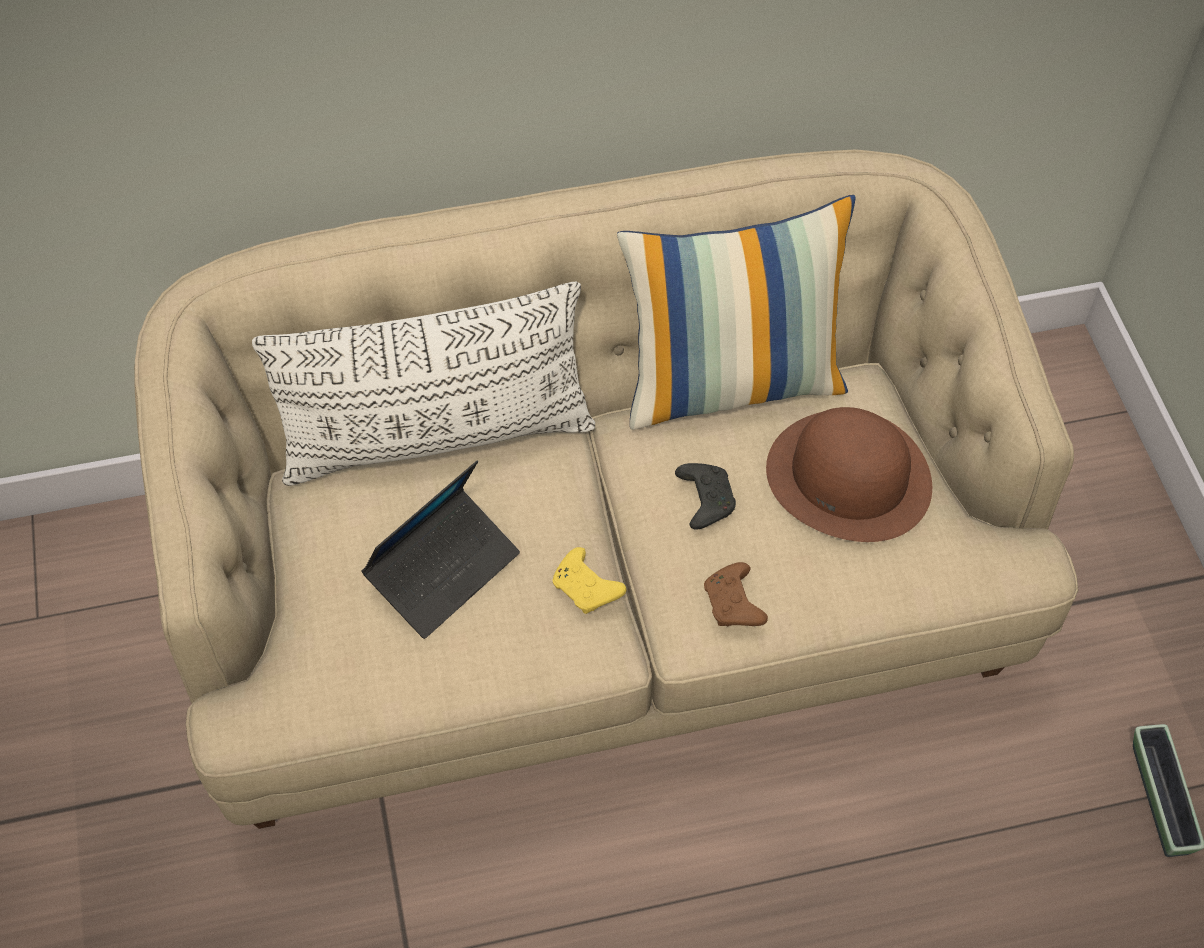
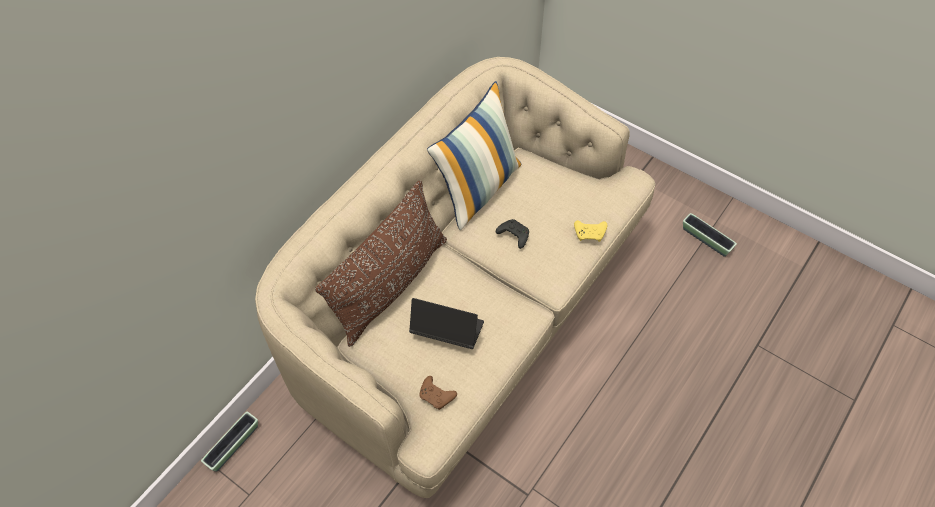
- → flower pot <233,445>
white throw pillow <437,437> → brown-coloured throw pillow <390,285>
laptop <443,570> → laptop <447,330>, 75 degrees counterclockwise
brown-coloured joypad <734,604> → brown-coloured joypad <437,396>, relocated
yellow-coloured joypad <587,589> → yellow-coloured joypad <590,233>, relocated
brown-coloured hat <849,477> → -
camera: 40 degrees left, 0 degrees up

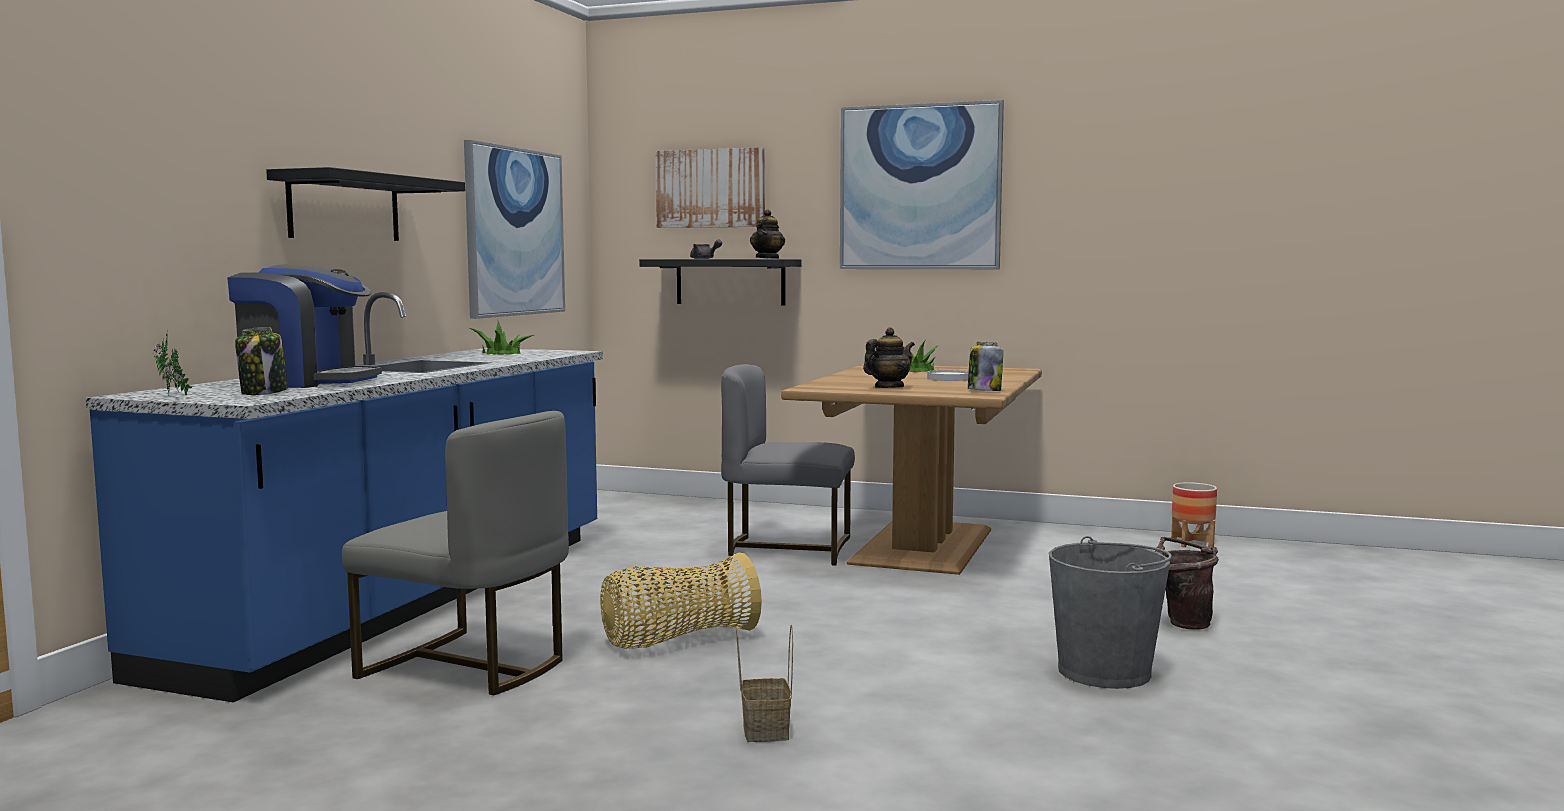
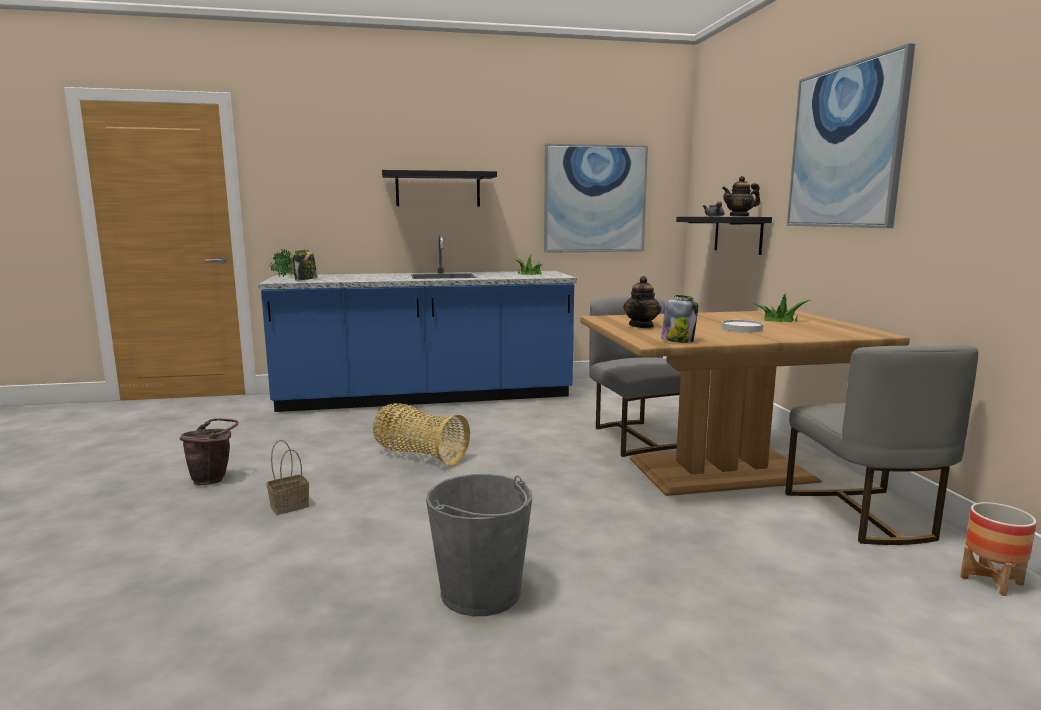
brown-coloured pail <1183,623> → brown-coloured pail <213,479>, relocated
tea pot <888,388> → tea pot <641,326>, 90 degrees clockwise
gray upright chair <468,666> → gray upright chair <864,515>, relocated
coffee brewer <306,382> → -
picture <711,188> → -
camera: 60 degrees right, 5 degrees up

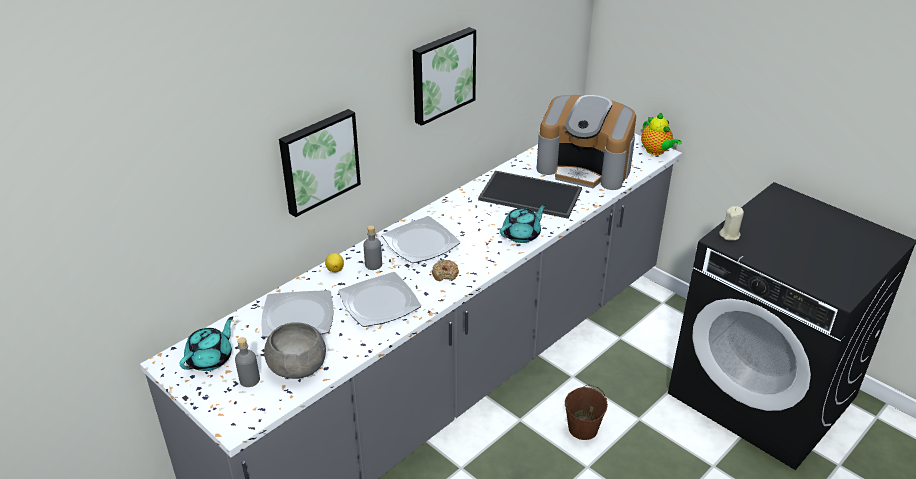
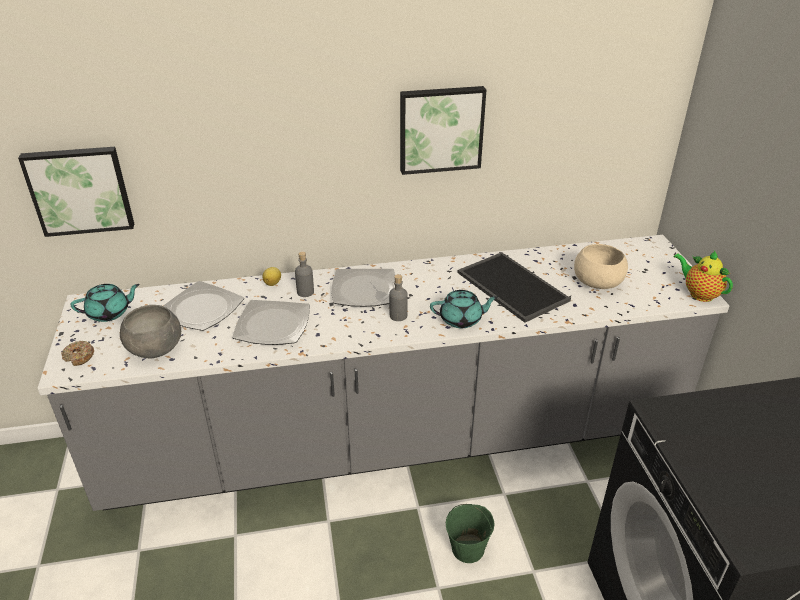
picture <318,161> → picture <80,190>, relocated
doughnut <445,274> → doughnut <79,357>, relocated
gray drink bottle <249,380> → gray drink bottle <398,316>, relocated
brown-coloured pail <582,428> → green-coloured pail <468,548>
coffee brewer <585,168> → sand-coloured bowl <598,282>
tea pot <656,151> → tea pot <698,294>, 135 degrees clockwise
sand-coloured candle <729,235> → -
camera: 35 degrees right, 0 degrees up

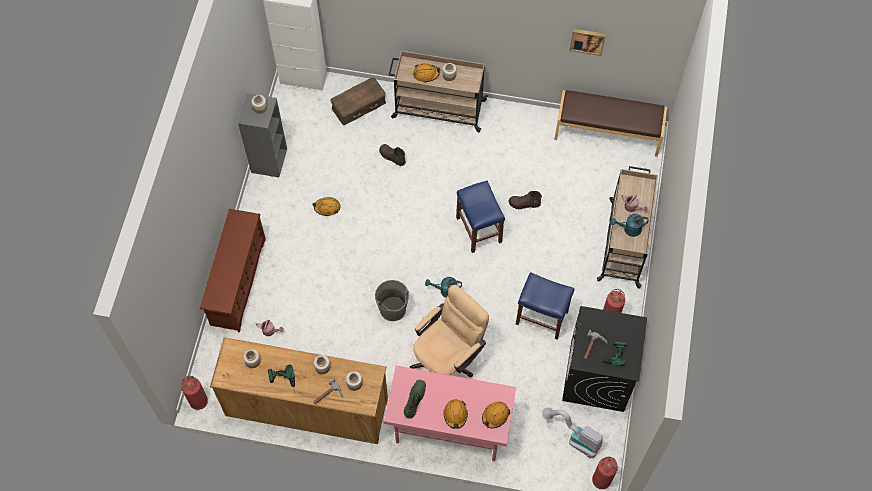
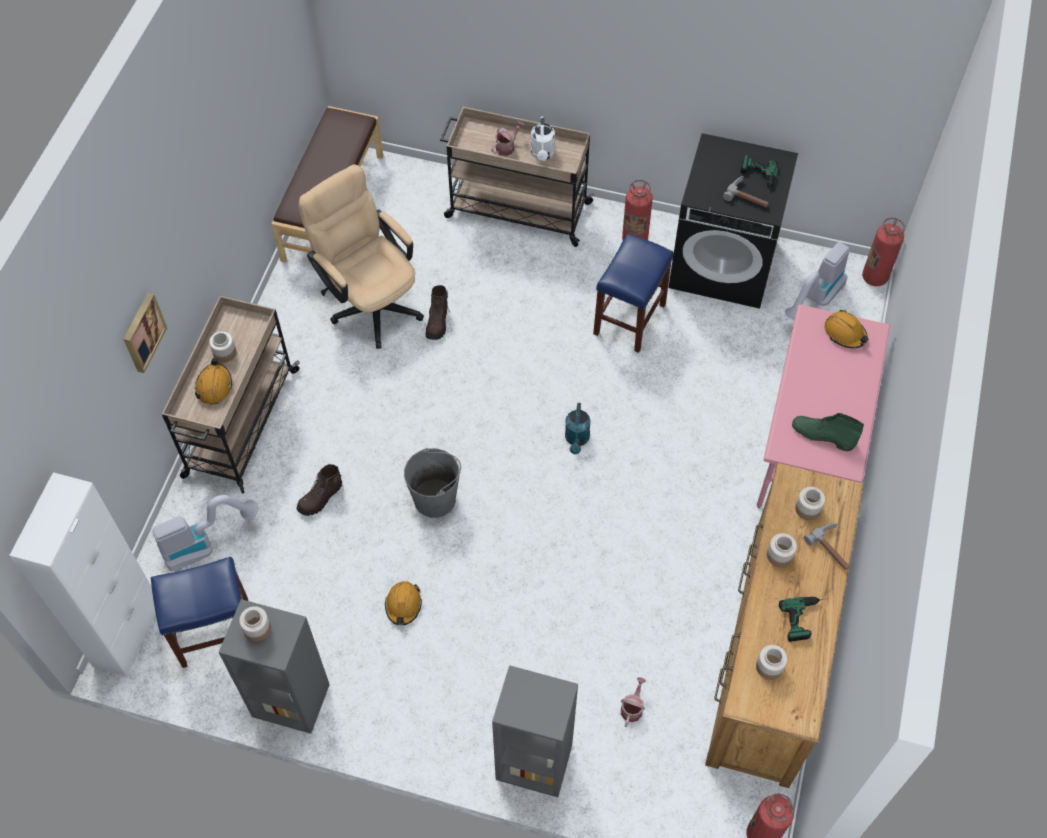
picture <587,40> → picture <142,332>, relocated
bluish sitting stool <479,230> → bluish sitting stool <216,631>, relocated
brown-coloured storage bin <358,105> → vacuum <205,544>
sand-coloured computer chair <448,358> → sand-coloured computer chair <370,302>, relocated
gray pail <393,309> → gray pail <435,499>, relocated
brown-coloured shoe rack <237,281> → gray bookshelf <533,763>
blue-green watering can <629,229> → white watering can <543,155>
orangey hard hat <455,414> → -
camera: 85 degrees left, 5 degrees down

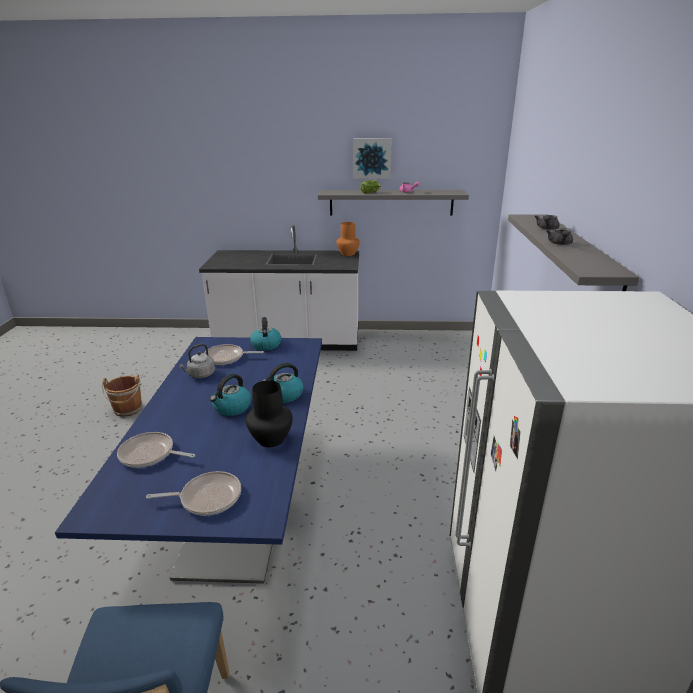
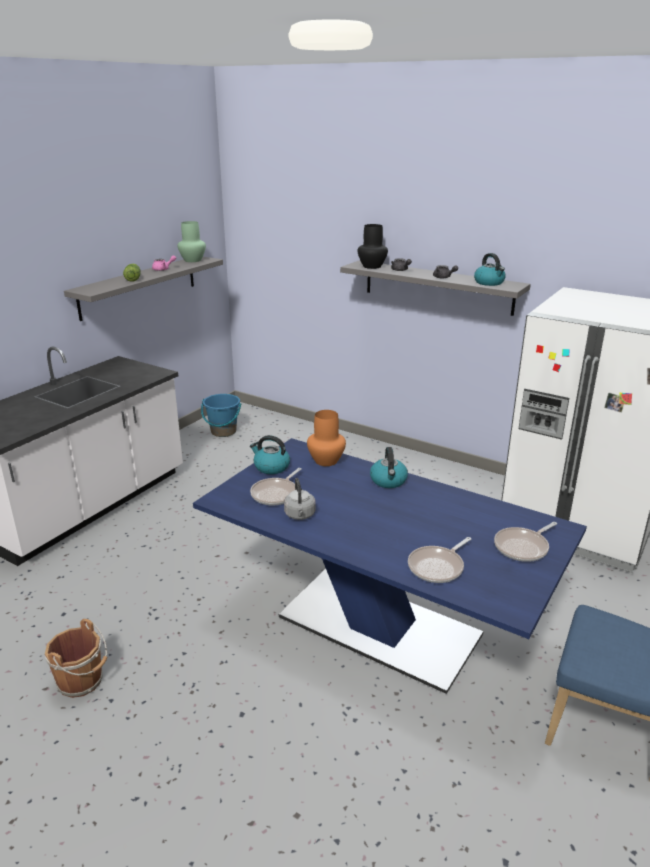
- → green-coloured flower vase <192,260>
- → bluish pail <223,432>
orangey flower vase <347,254> → orangey flower vase <325,461>, relocated
black flower vase <271,439> → black flower vase <372,266>, relocated
kettle <232,408> → kettle <489,283>, relocated
frying pan <207,498> → frying pan <523,547>, 150 degrees counterclockwise
picture <372,158> → -
camera: 60 degrees left, 0 degrees up

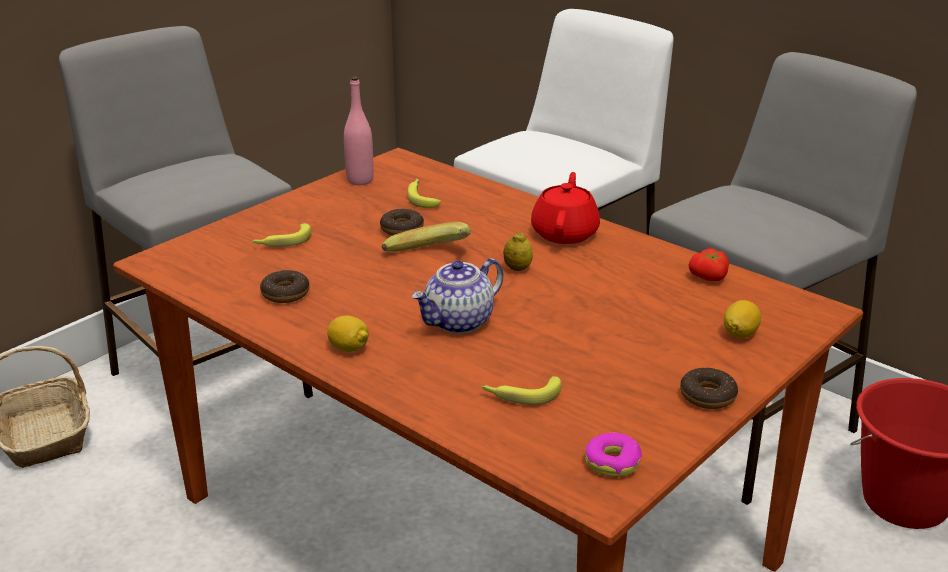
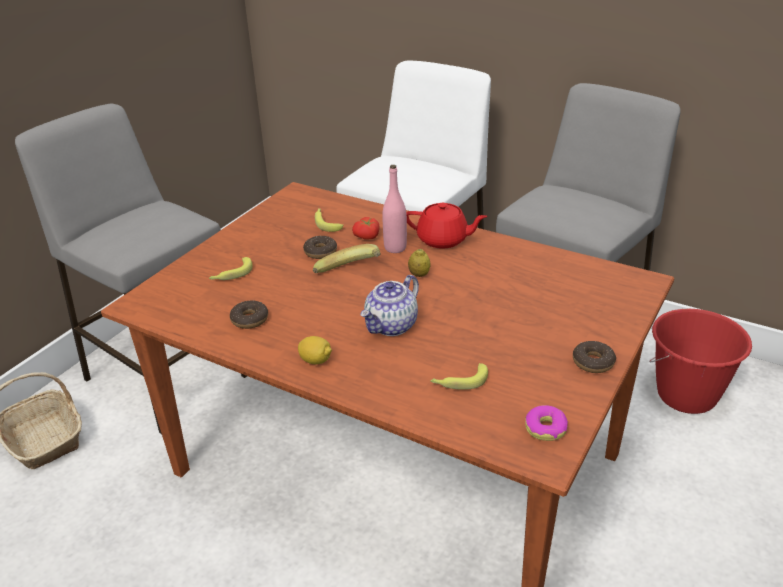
whole tomato <709,277> → whole tomato <367,237>, relocated
pink-coloured drink bottle <360,180> → pink-coloured drink bottle <395,248>, relocated
reddish tea pot <565,233> → reddish tea pot <443,240>, 105 degrees clockwise
citrus fruit <740,333> → -
camera: 10 degrees left, 5 degrees up

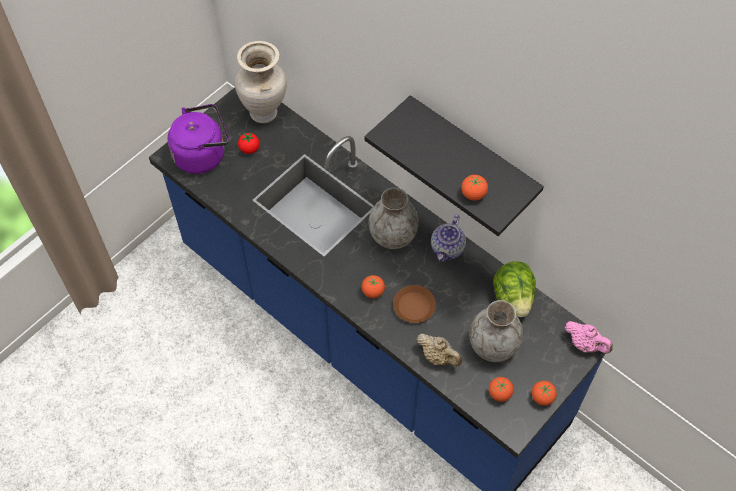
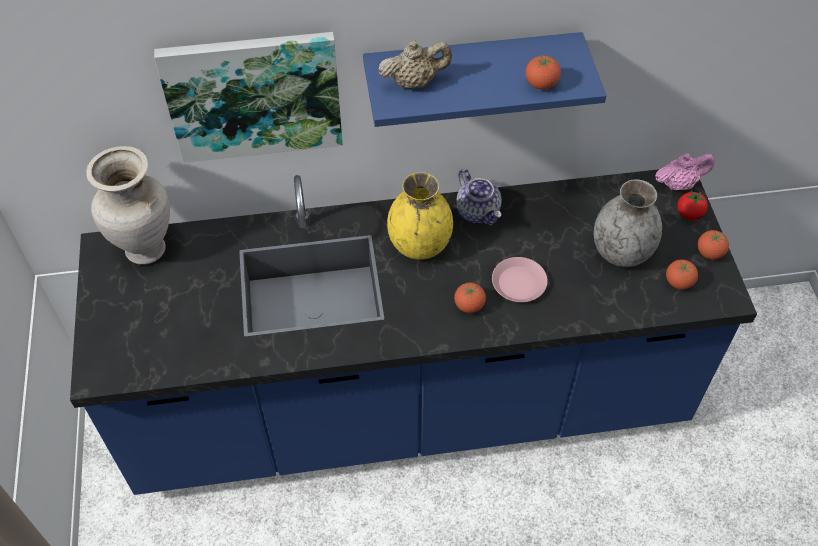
- → picture <254,95>
black bracket shelf <472,157> → bluish bracket shelf <471,72>
sand-coloured tea pot <438,357> → sand-coloured tea pot <414,82>, relocated
gray flower vase <393,236> → yellow-coloured flower vase <420,245>
brown-coloured flat dish <414,306> → pink-coloured flat dish <519,283>
whole tomato <249,149> → whole tomato <689,214>, relocated
purple kettle <203,154> → -
lettuce <512,298> → -
camera: 50 degrees left, 5 degrees down

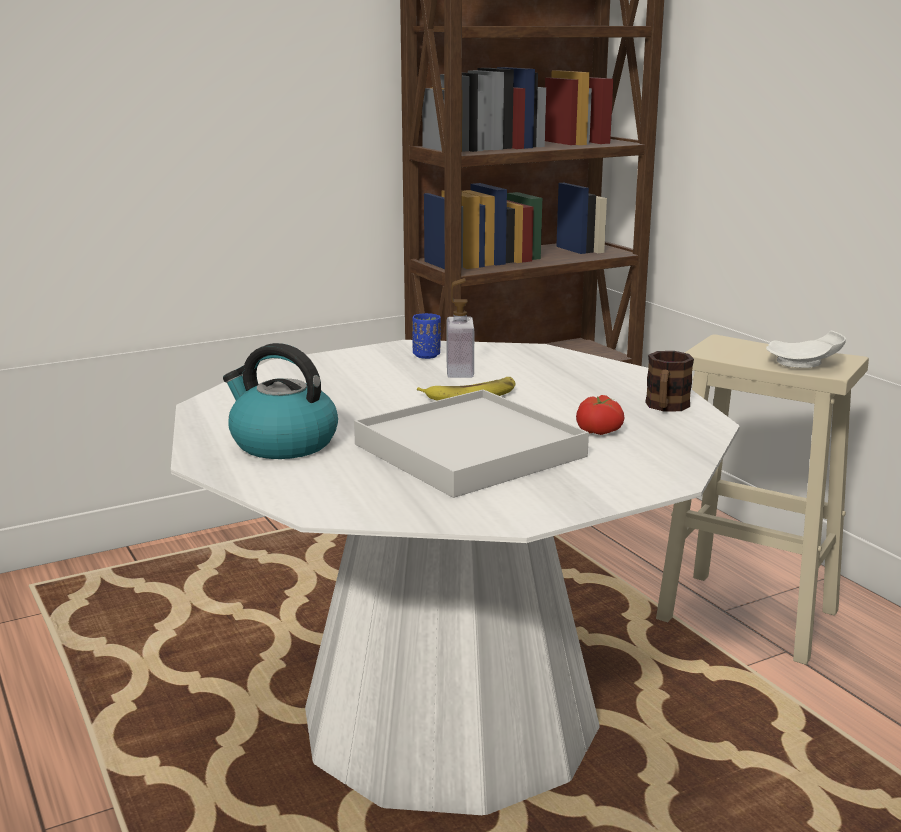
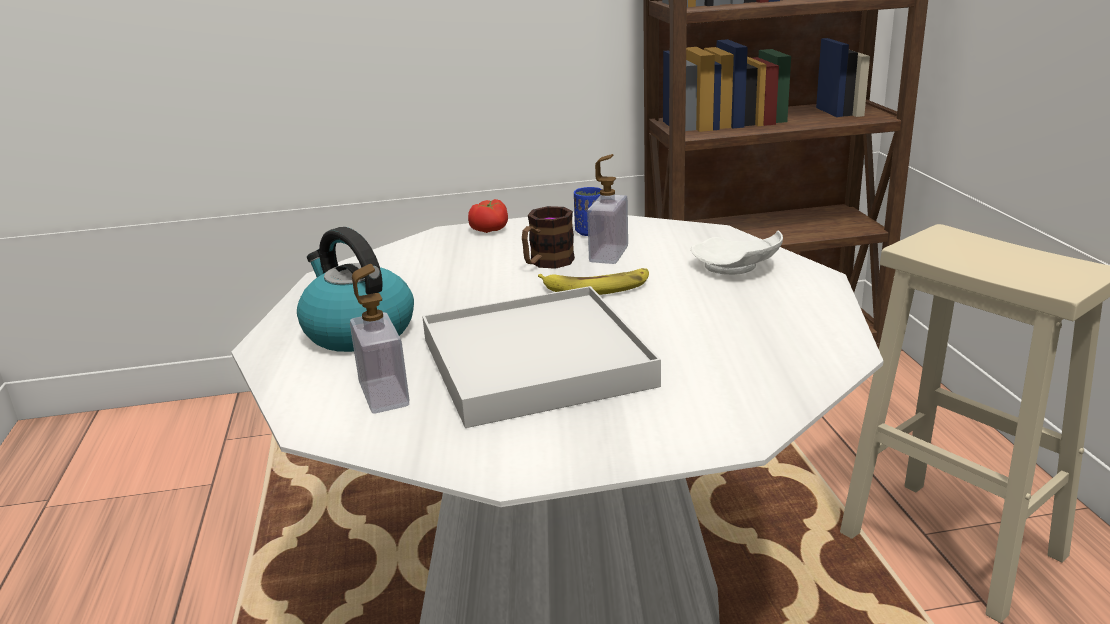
- → liquid soap bottle <384,394>
whole tomato <600,431> → whole tomato <490,229>, relocated
mug <666,407> → mug <546,263>, relocated
white flat dish <805,363> → white flat dish <736,268>, relocated
camera: 20 degrees right, 5 degrees up

